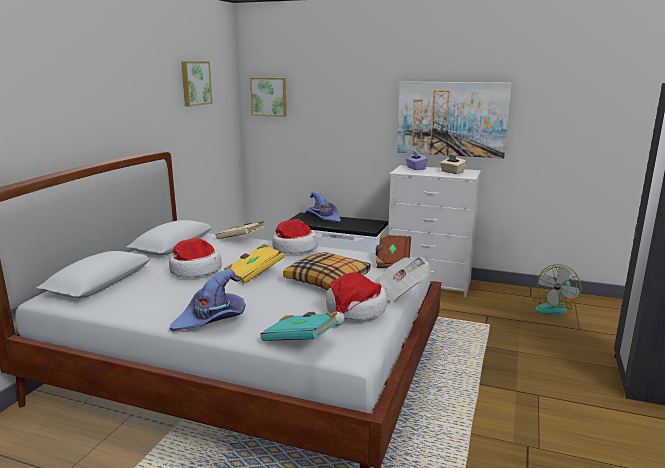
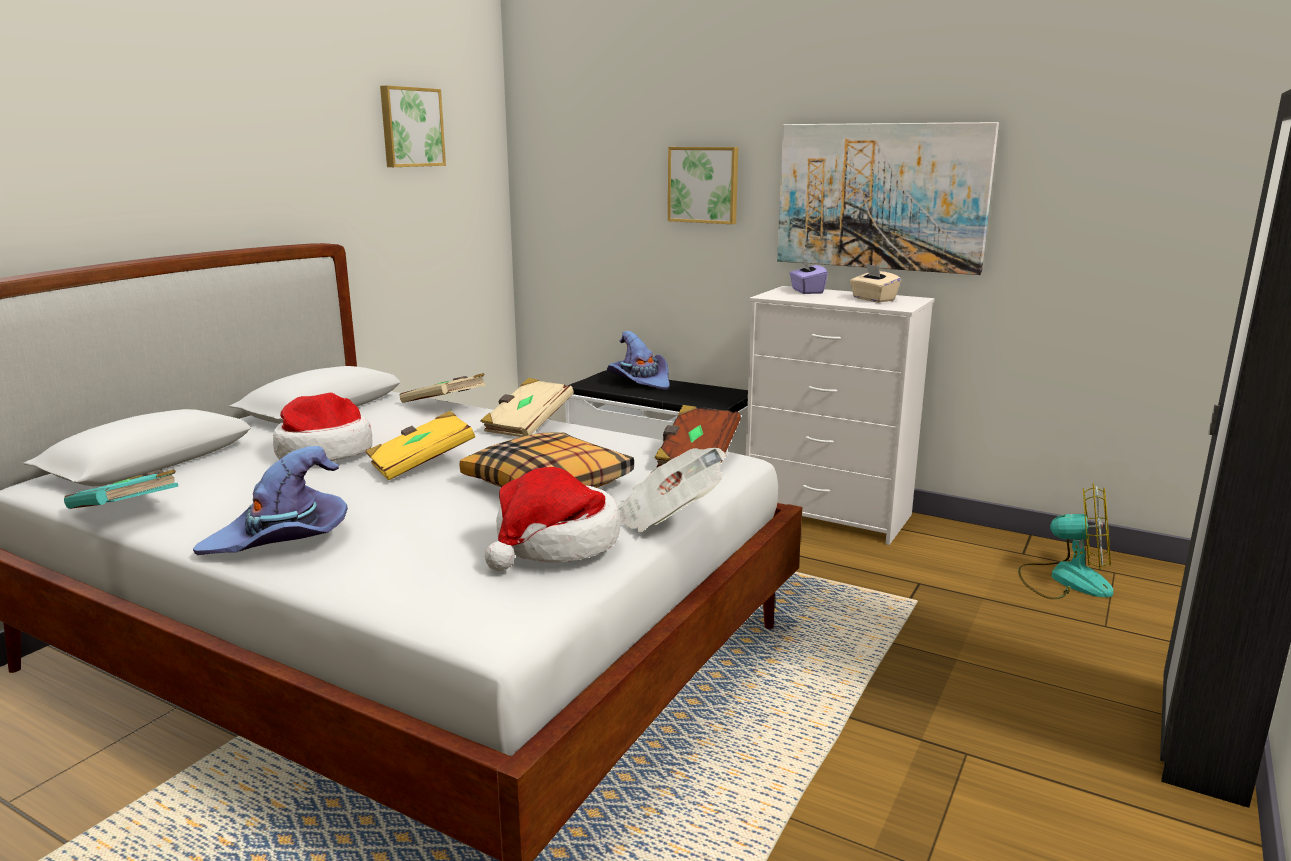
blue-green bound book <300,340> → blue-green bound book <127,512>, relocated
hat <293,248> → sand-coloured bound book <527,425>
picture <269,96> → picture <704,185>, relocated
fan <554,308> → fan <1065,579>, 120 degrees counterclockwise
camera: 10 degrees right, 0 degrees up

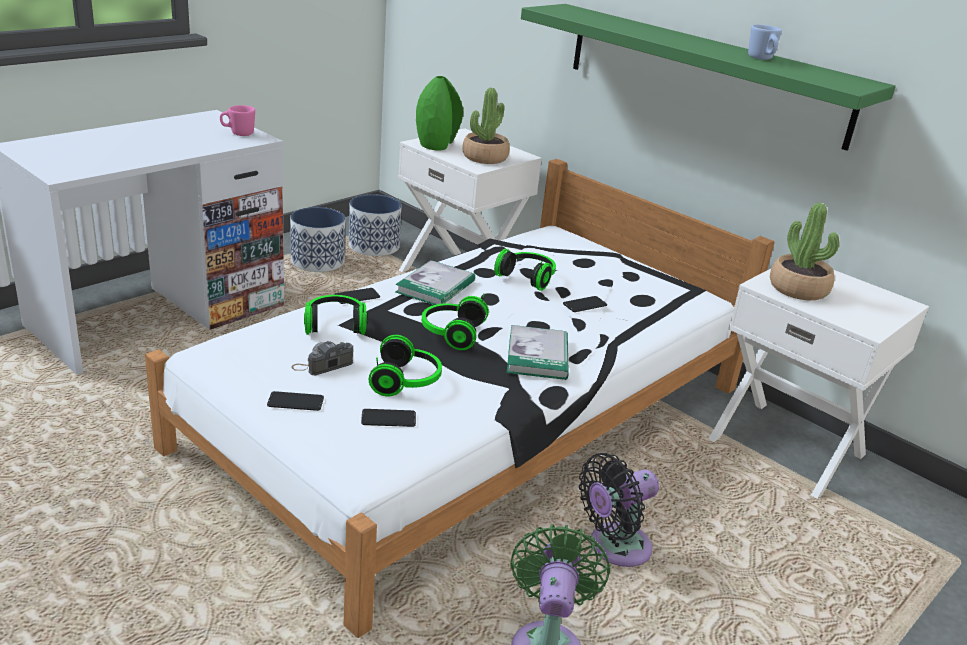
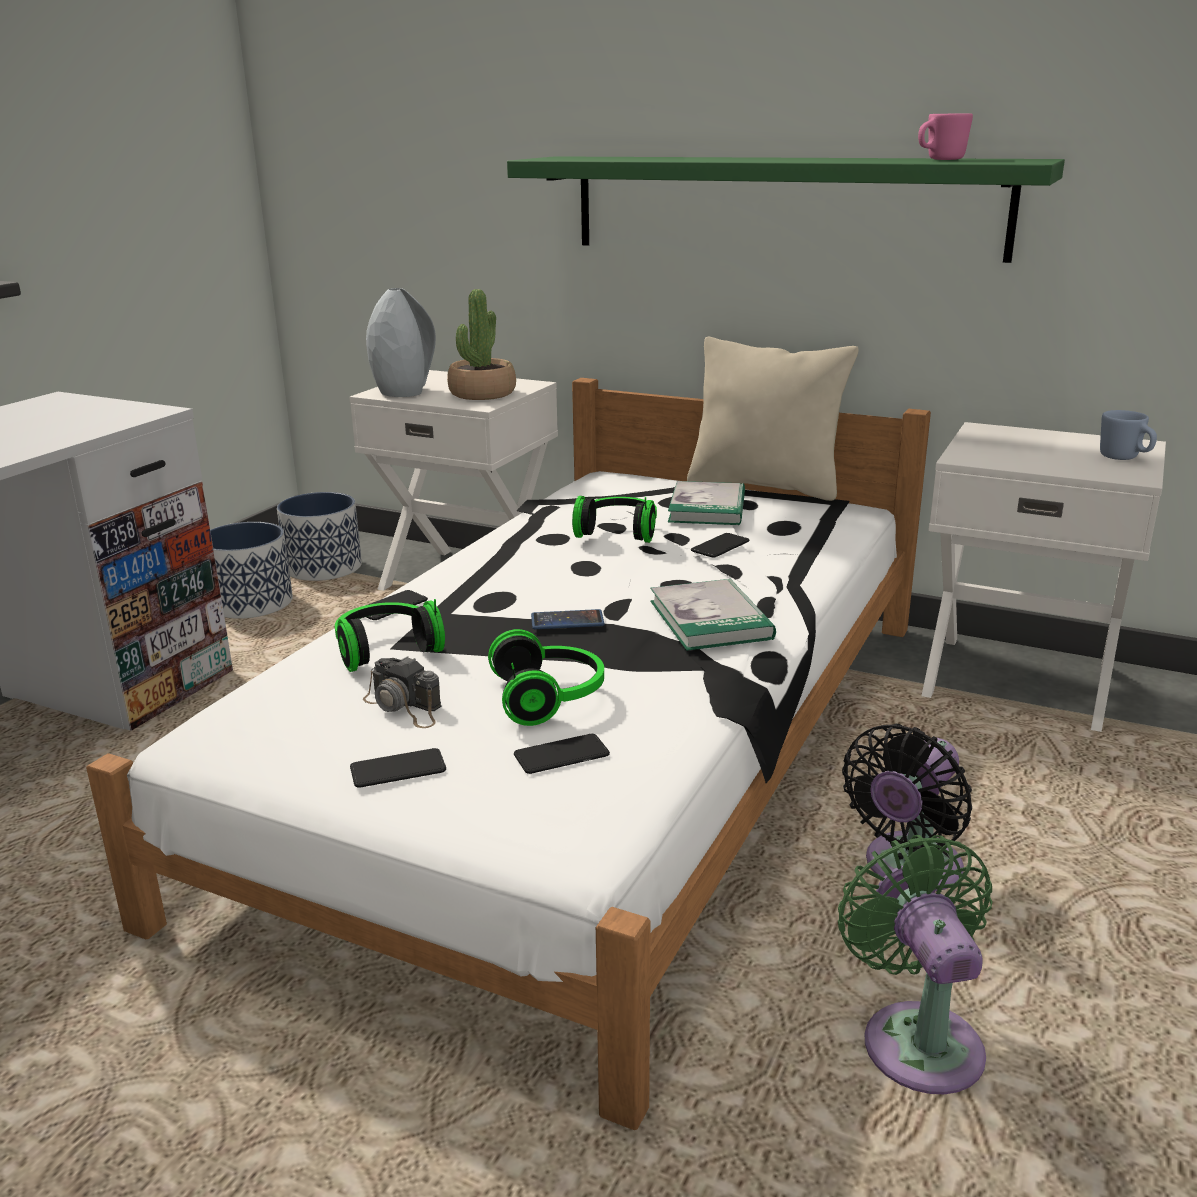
photo camera <322,365> → photo camera <404,707>, 90 degrees counterclockwise
green-coloured flower vase <436,145> → gray flower vase <404,392>
headset <451,333> → handset <567,621>
bound book <435,287> → bound book <707,508>, relocated
- → sand-coloured throw pillow <765,486>
pink-coloured mug <238,133> → pink-coloured mug <940,159>, relocated
bluish mug <762,59> → bluish mug <1124,458>, relocated
plant in a pot <798,289> → -
camera: 15 degrees left, 5 degrees down

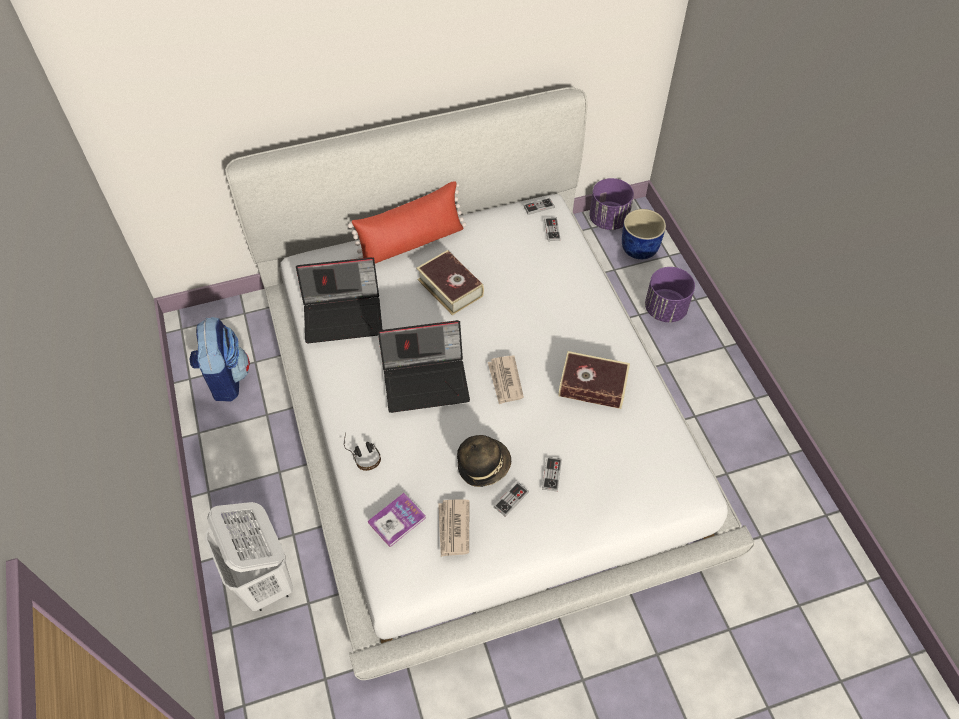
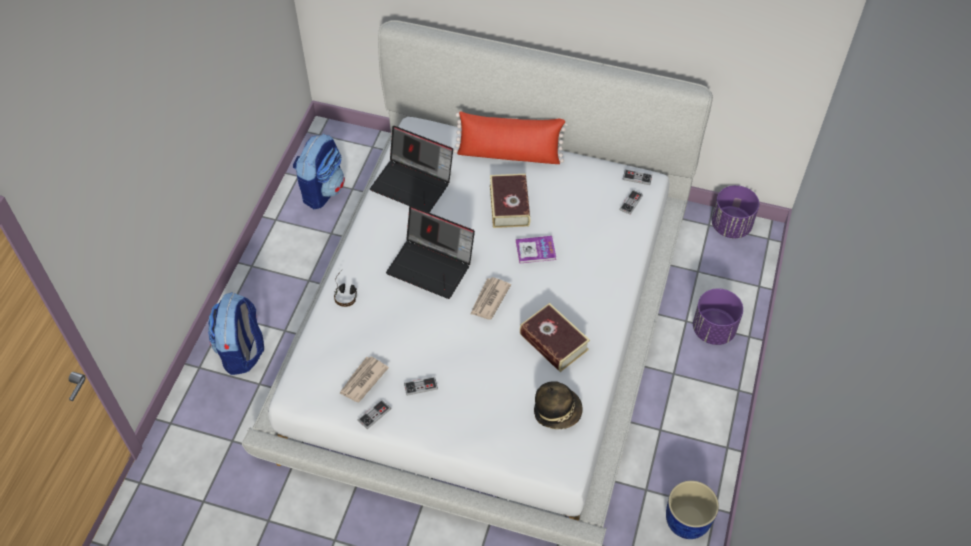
white laundry basket <265,582> → knapsack <242,352>
joypad <551,474> → joypad <374,414>, relocated
bound book <397,520> → bound book <535,250>, relocated
hat <483,465> → hat <557,411>, relocated
bluish flower pot <640,248> → bluish flower pot <687,521>, relocated
camera: 35 degrees right, 0 degrees up

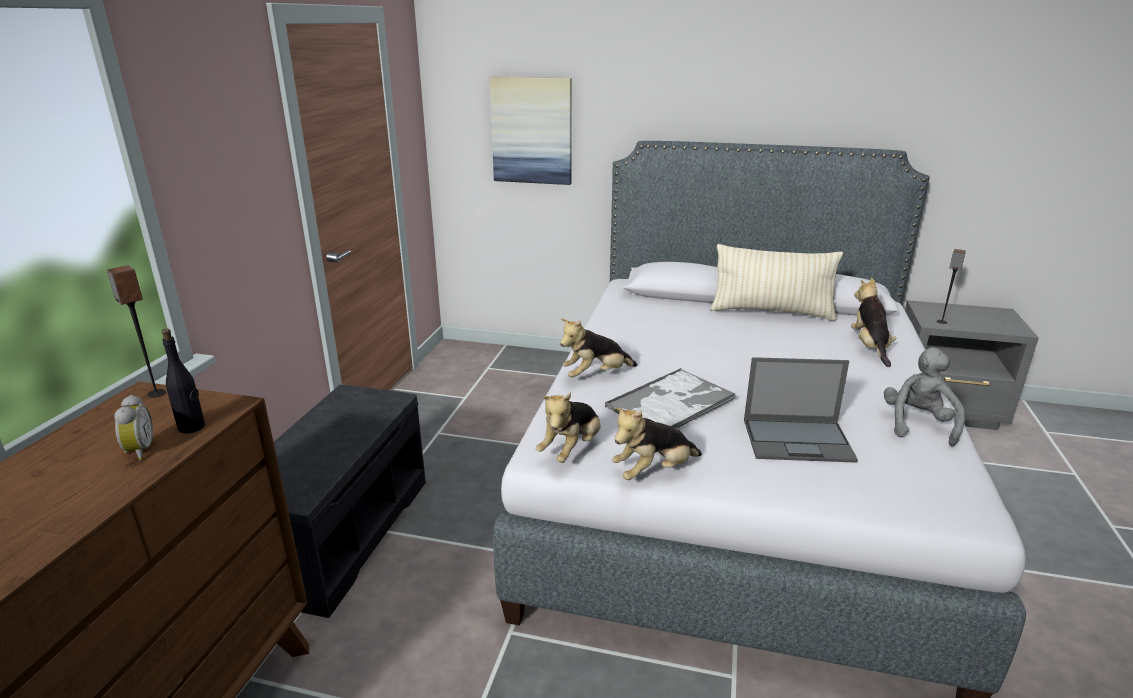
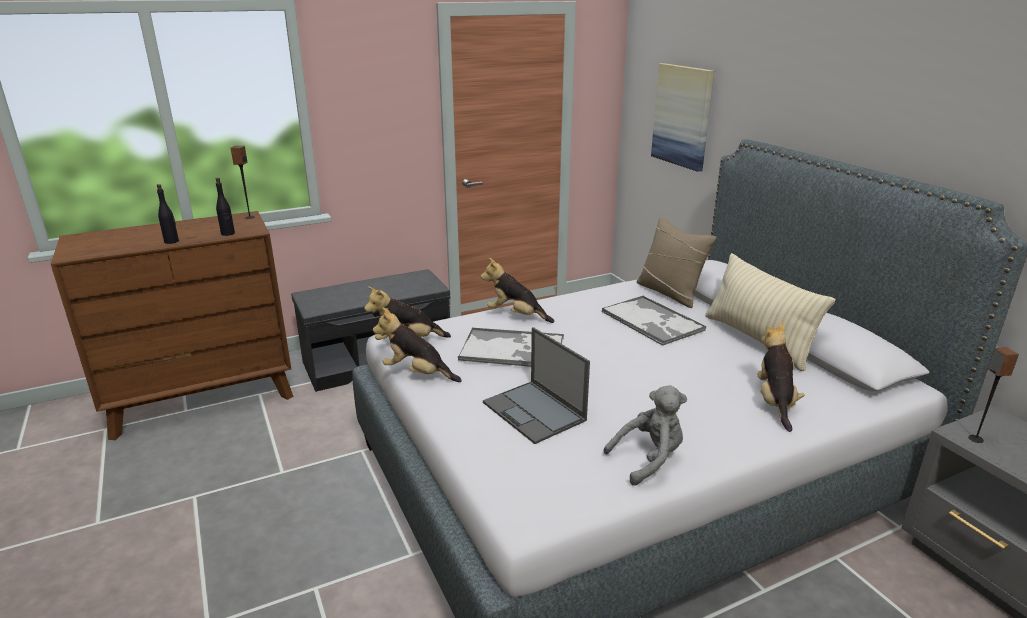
- → black drink bottle <171,241>
- → serving tray <652,321>
- → sand-coloured throw pillow <670,293>
soft toy <869,347> → soft toy <774,402>, 45 degrees counterclockwise
alarm clock <138,451> → -
camera: 50 degrees right, 0 degrees up

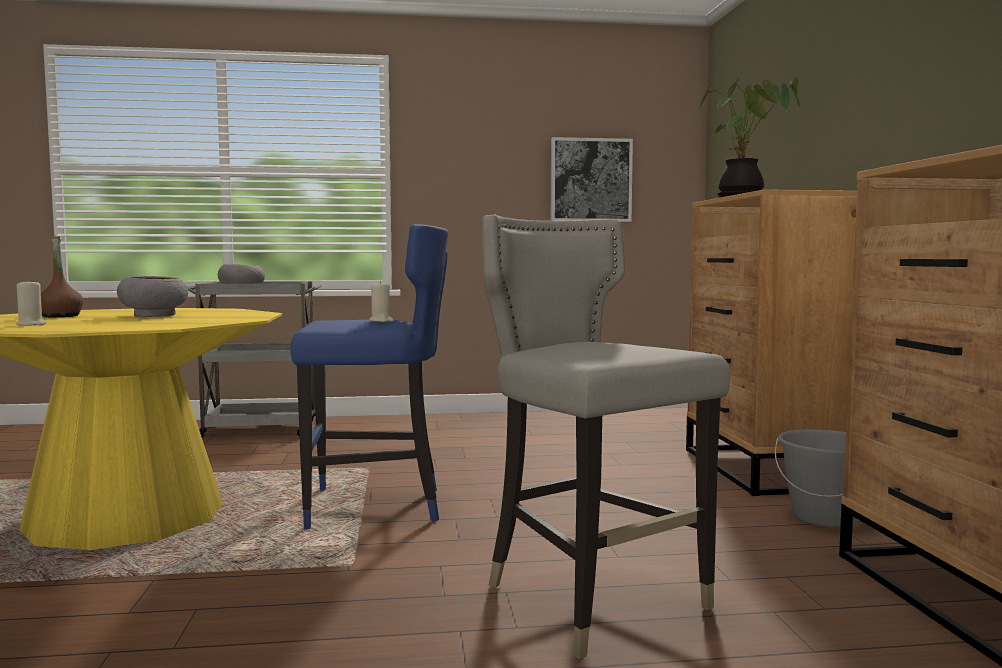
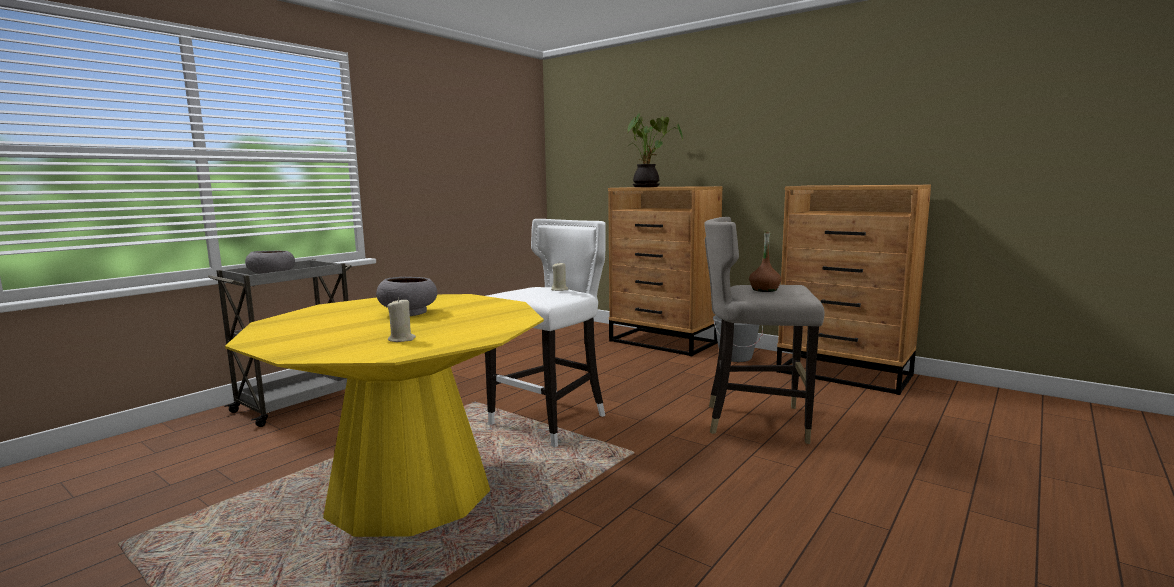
bluish sitting stool <375,507> → white sitting stool <551,421>
brown-coloured drink bottle <60,316> → brown-coloured drink bottle <764,290>, relocated
picture <590,180> → -
camera: 45 degrees left, 5 degrees up

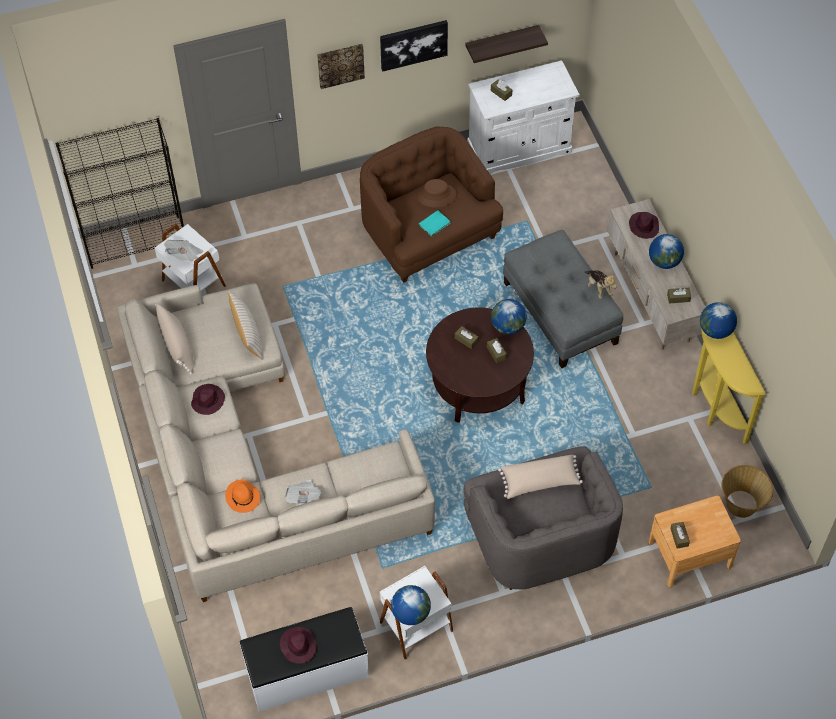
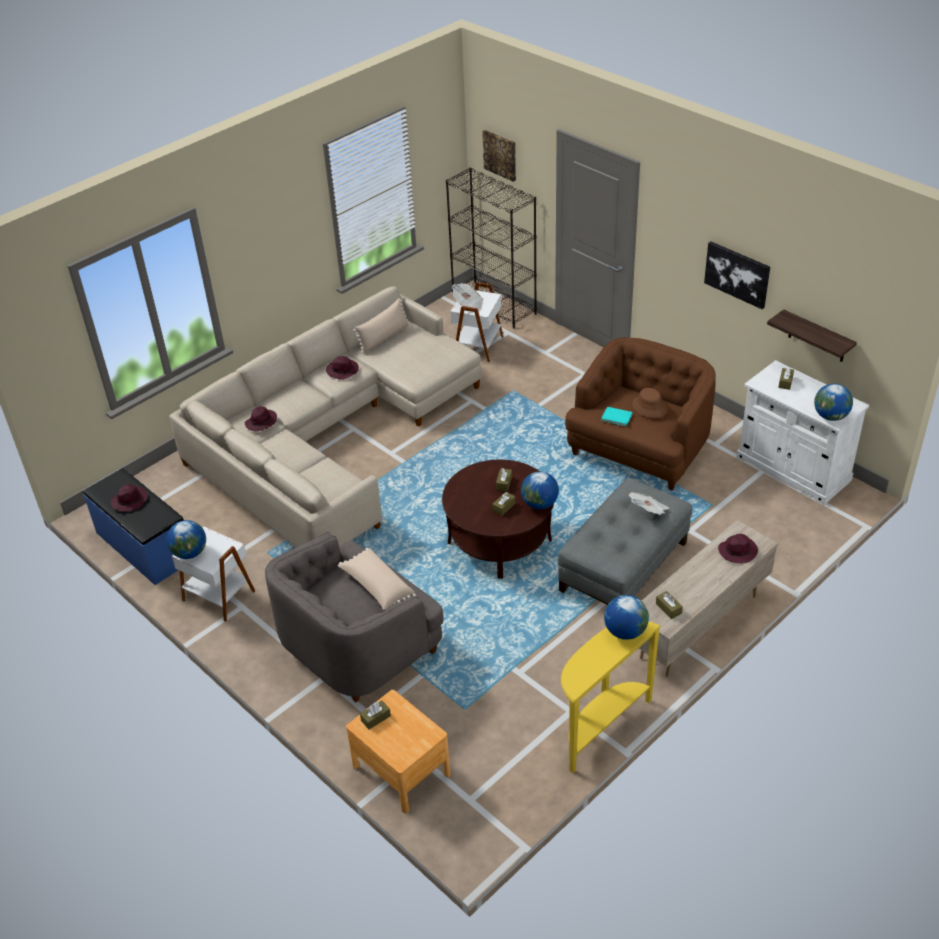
white indoor bench <307,672> → bluish indoor bench <144,546>
orangey hat <243,498> → purple hat <261,423>
picture <340,64> → picture <500,154>, relocated
printed paper <303,497> → printed paper <648,511>, relocated
globe <664,261> → globe <830,416>, relocated
sand-coloured throw pillow <247,333> → -
soft toy <598,288> → -
household basket <741,504> → -
camera: 65 degrees right, 15 degrees down

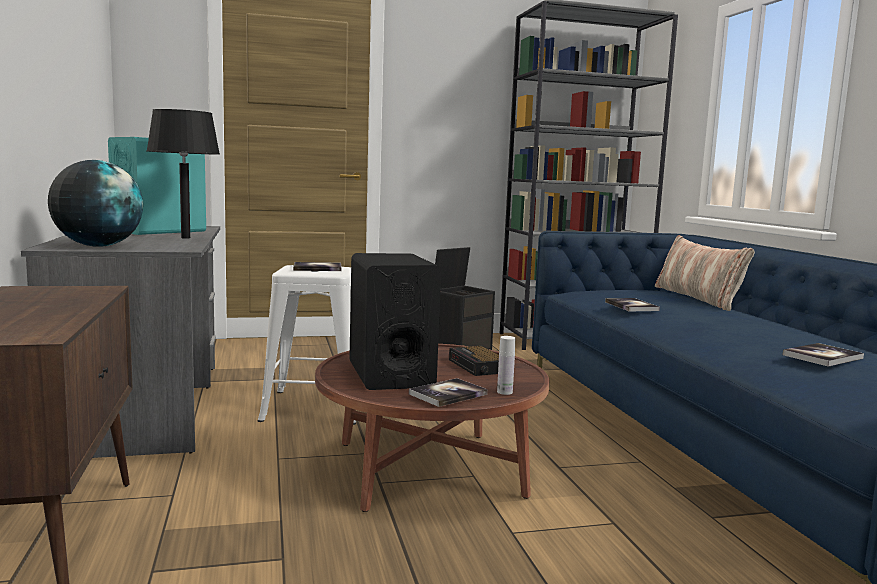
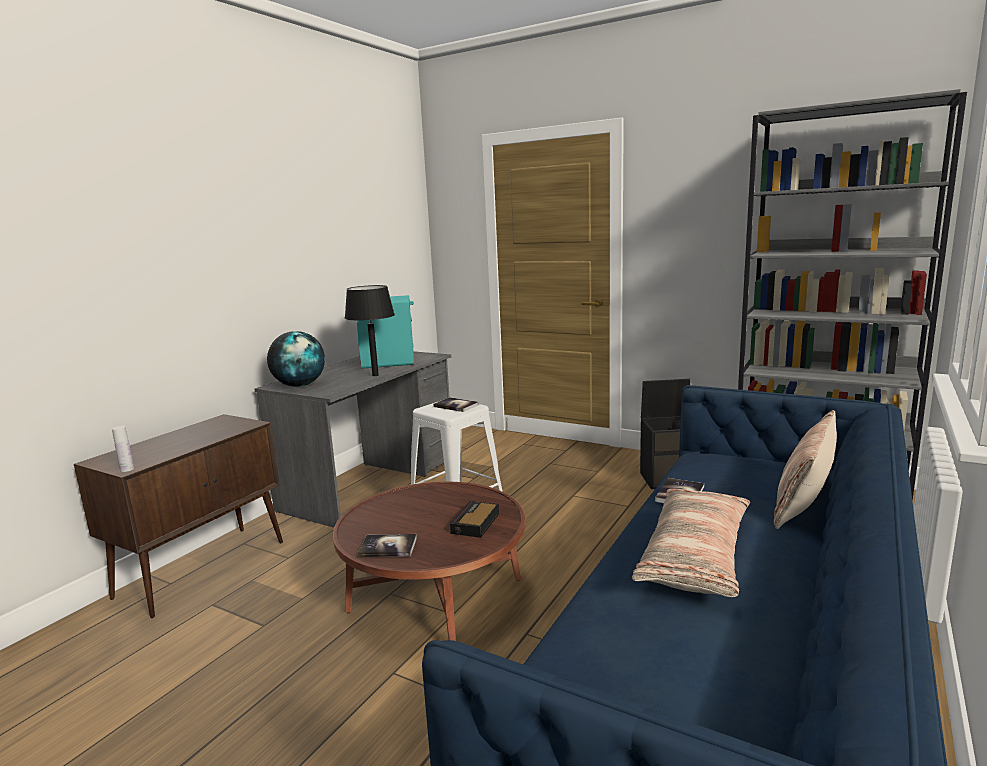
white drink bottle <504,392> → white drink bottle <127,469>, relocated
- → throw pillow <696,556>
black speaker <390,374> → -
bound book <822,356> → -
camera: 45 degrees right, 5 degrees up

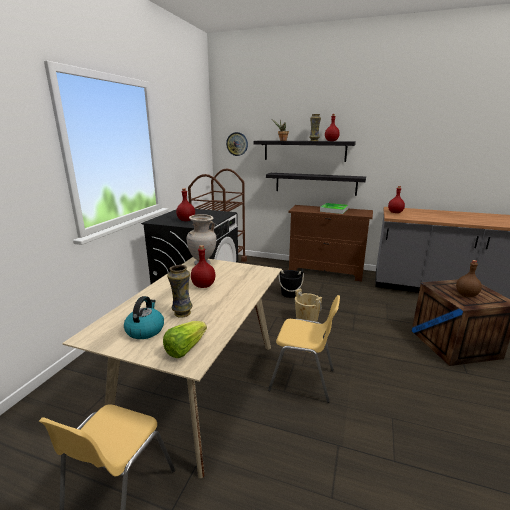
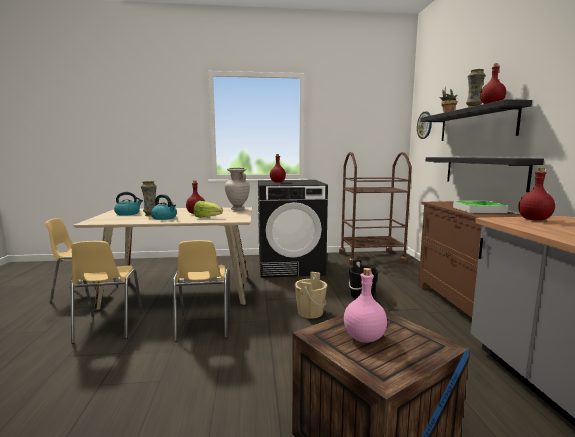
- → yellow-coloured upright chair <108,327>
- → kettle <164,218>
lettuce <185,348> → lettuce <207,217>, relocated
brown-coloured drink bottle <465,295> → pink-coloured drink bottle <364,337>
camera: 65 degrees right, 10 degrees down

